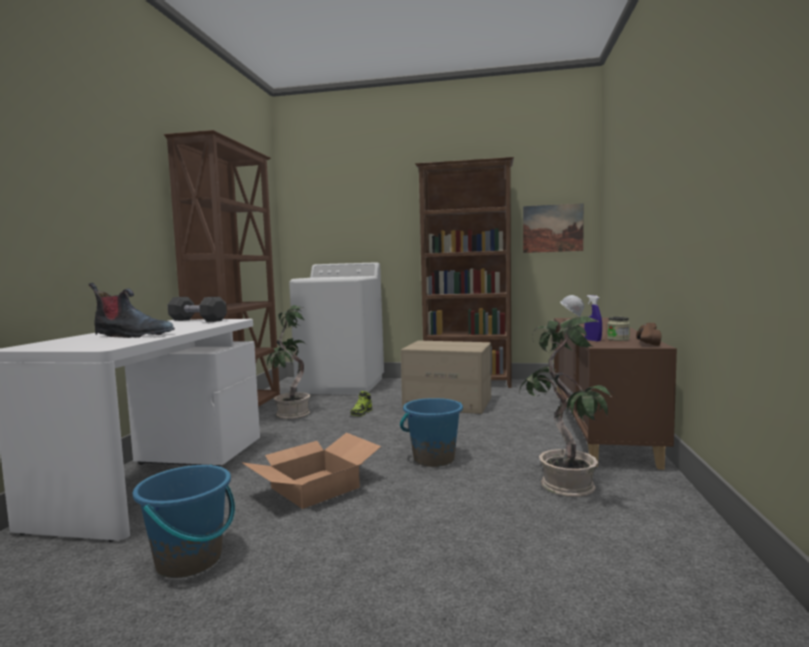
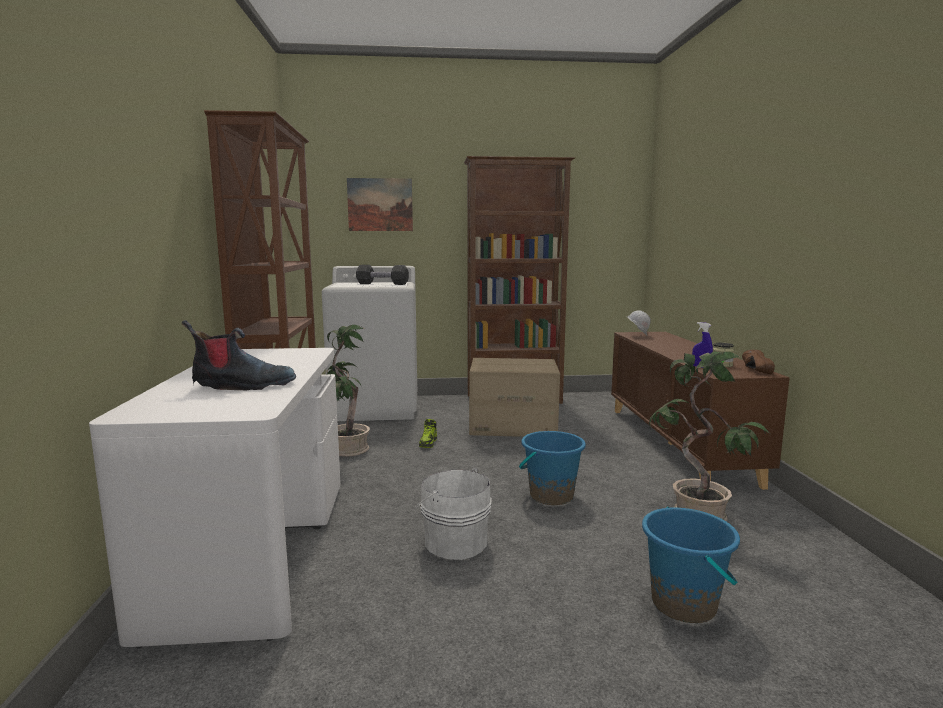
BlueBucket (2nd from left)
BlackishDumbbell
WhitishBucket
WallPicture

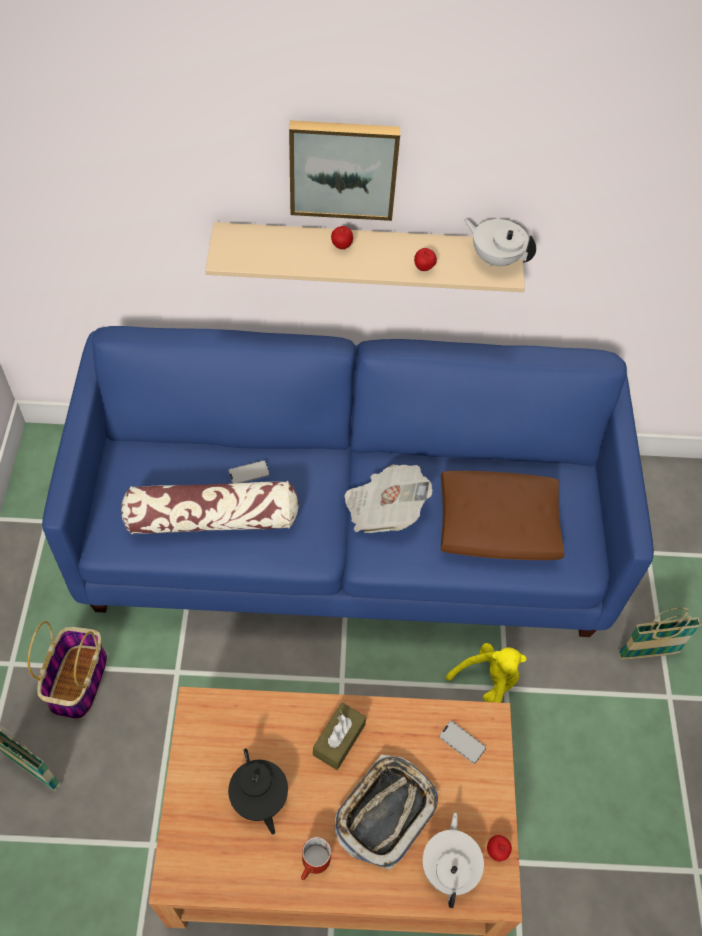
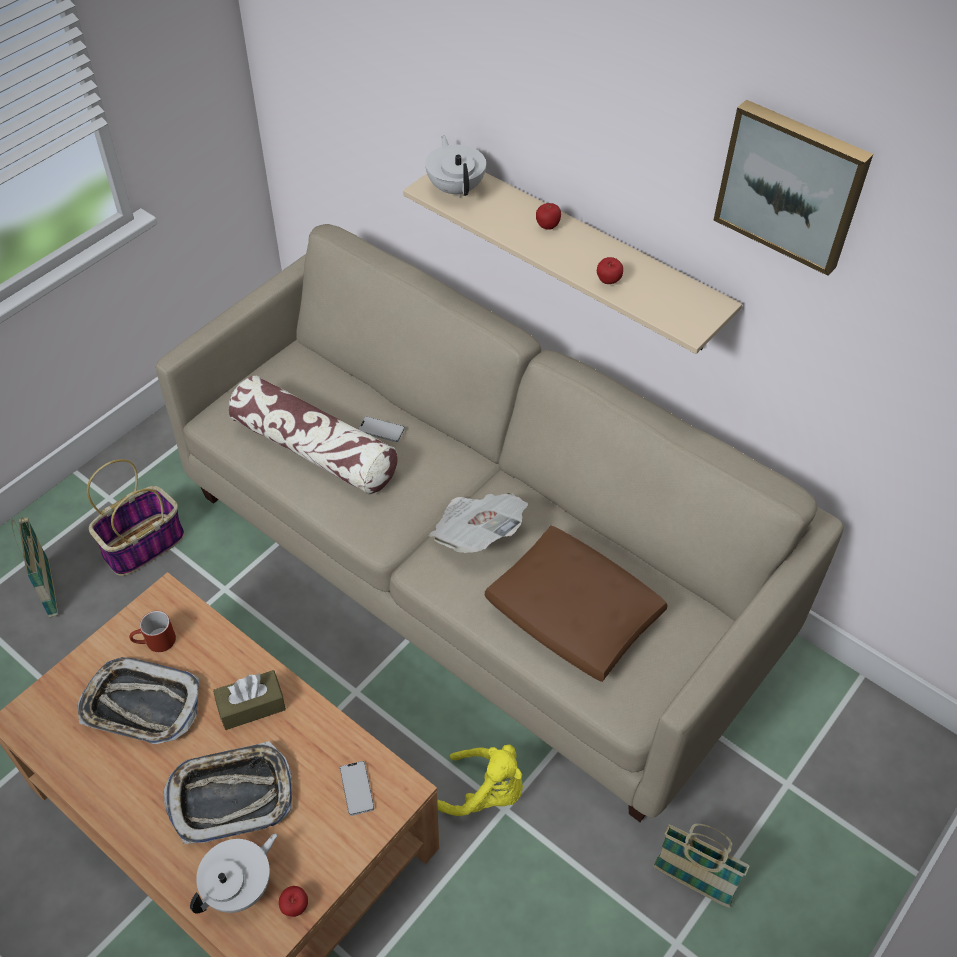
BeigeColouredSofa
Tray (1st from left)
WallPicture
RedColouredTeaMug
WhitishTeaPot (2nd from left)

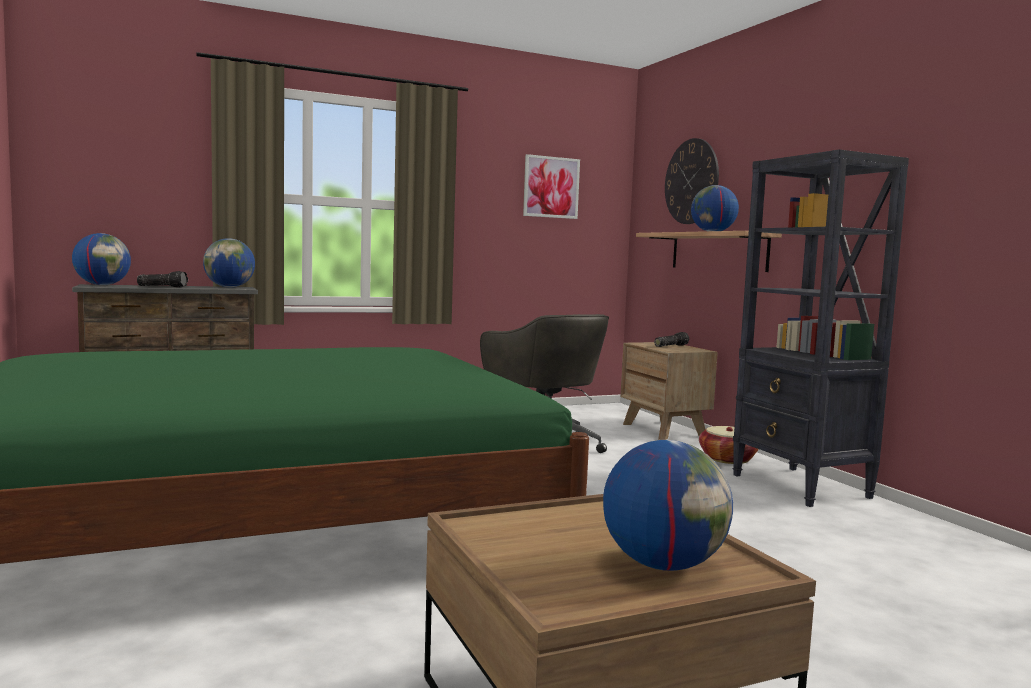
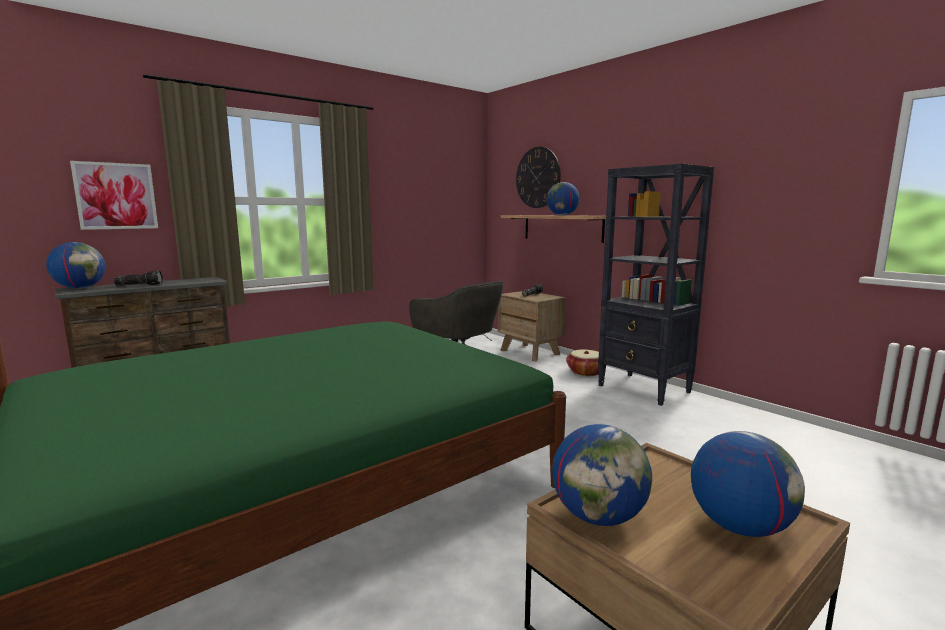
WorldGlobe (3rd from left)
WallPicture

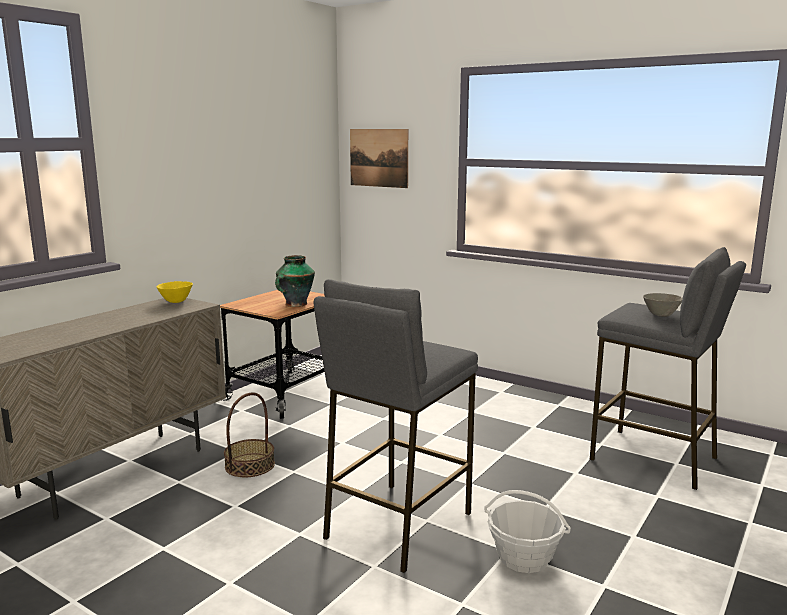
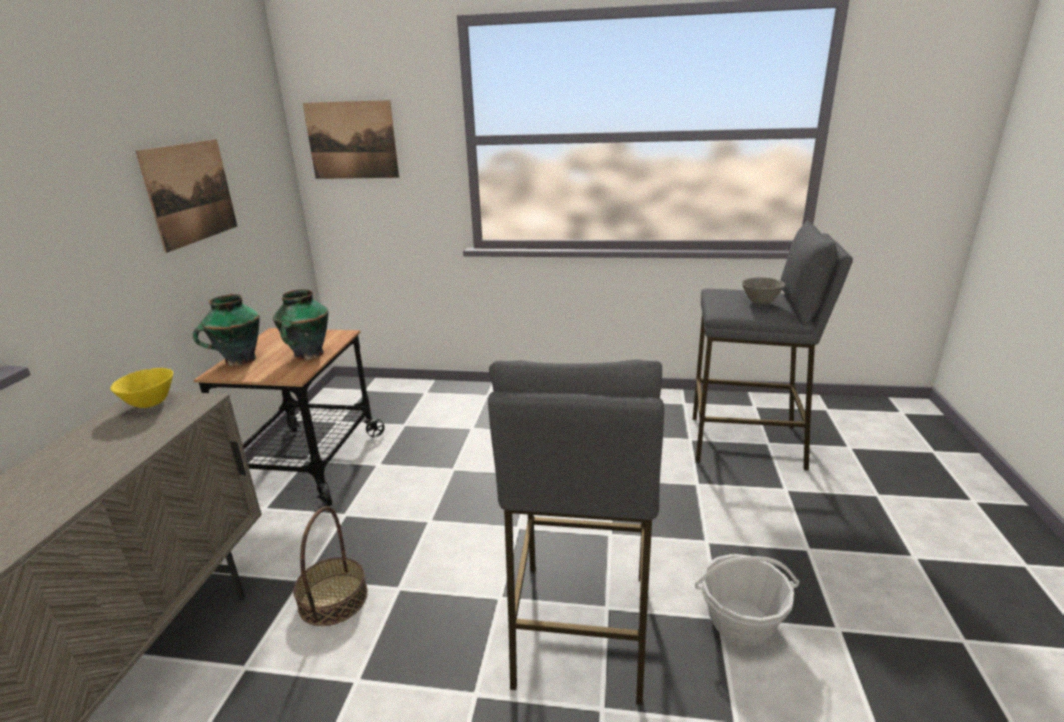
WallPicture (1st from left)
Vase (1st from left)

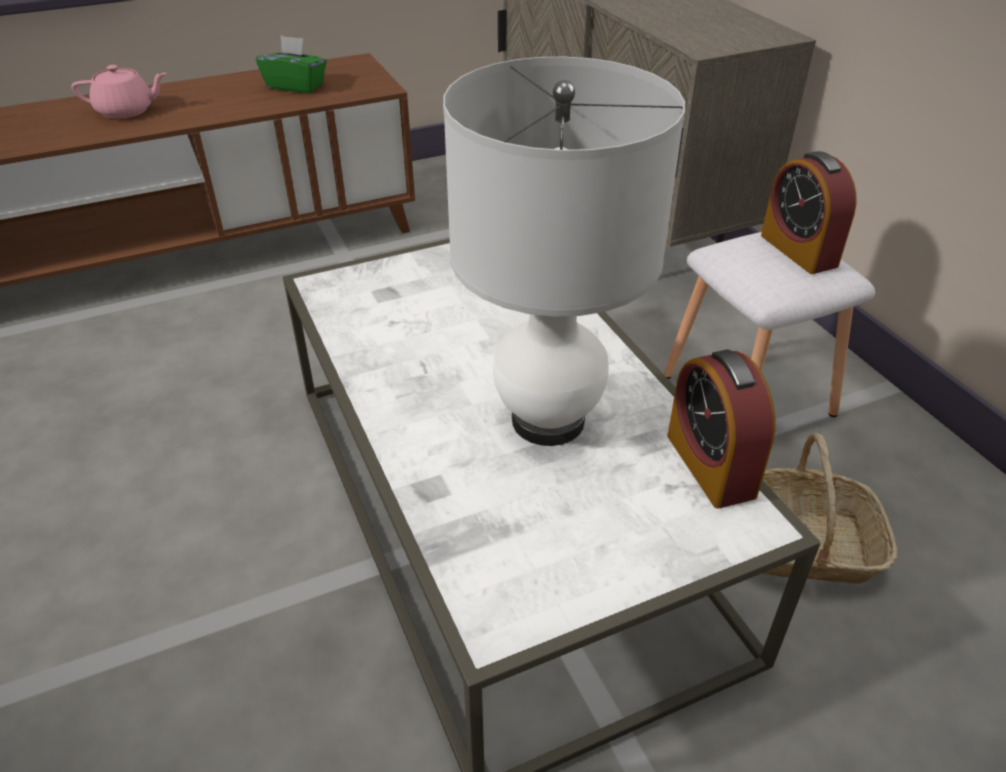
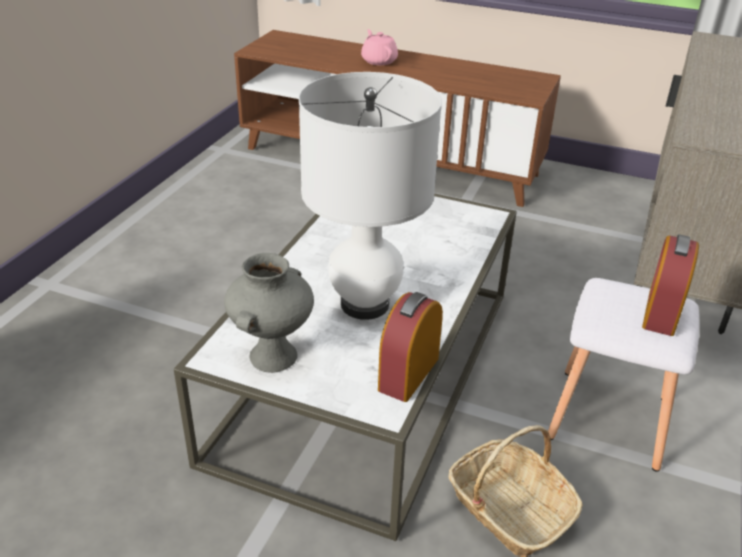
PinkishTeaPot
GreenColouredBoxOfTissues
GrayVase

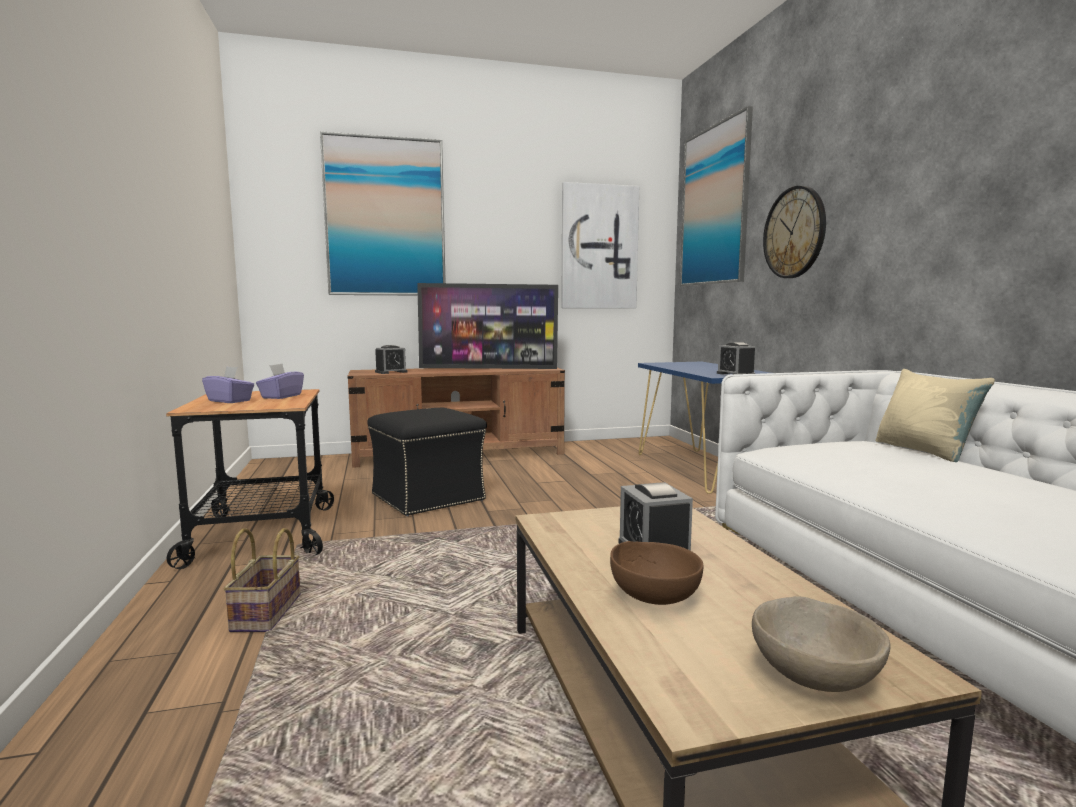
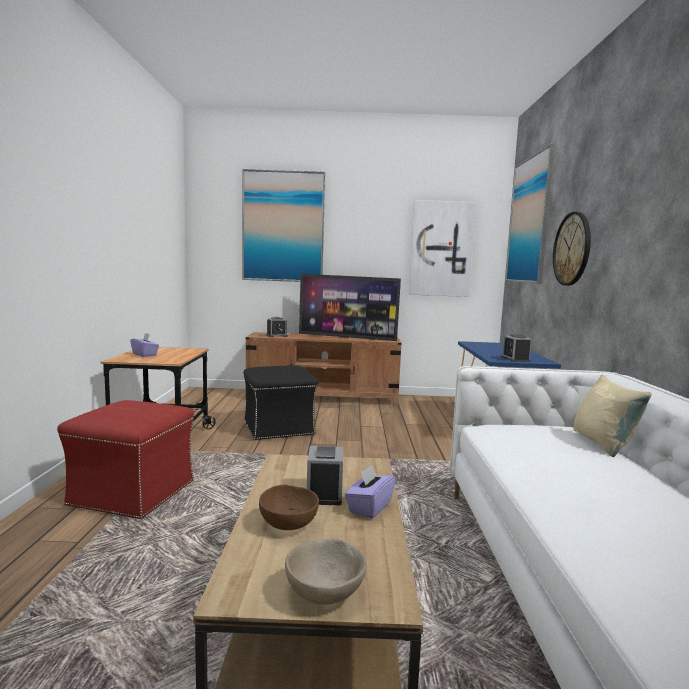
RedColouredFootrest
PurplishBoxOfTissues (2nd from left)

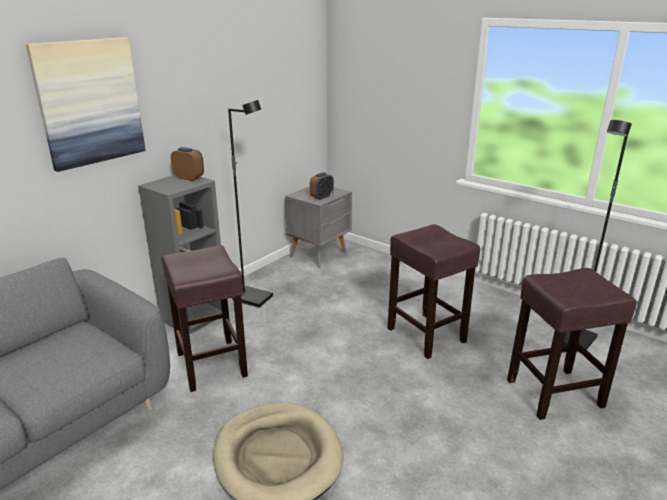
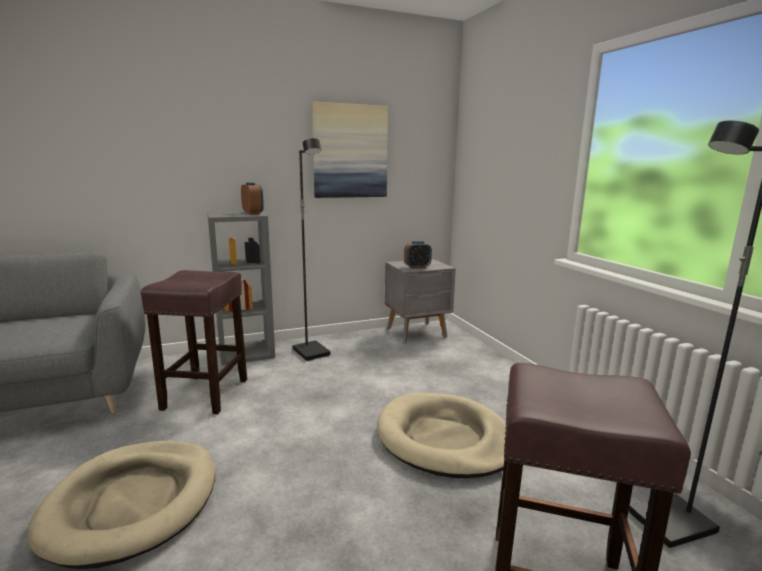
WallPicture
BeigeColouredDogCushion (2nd from left)

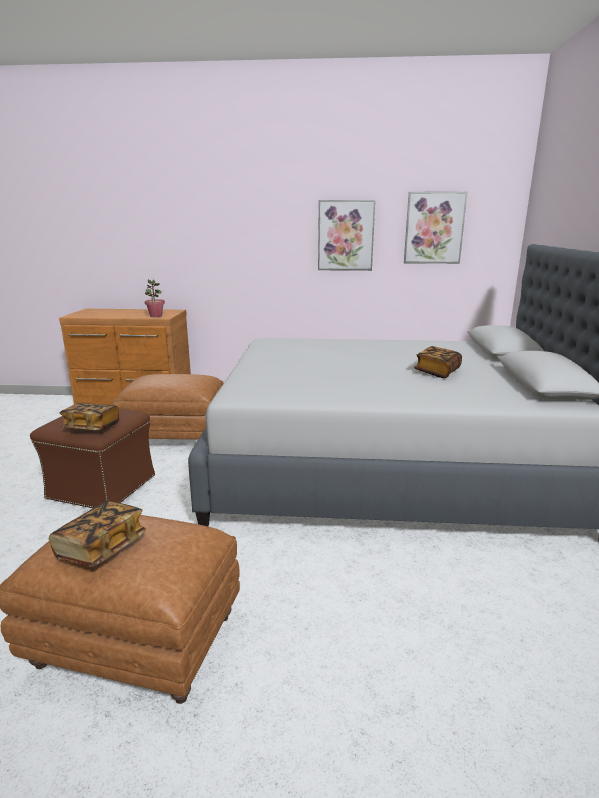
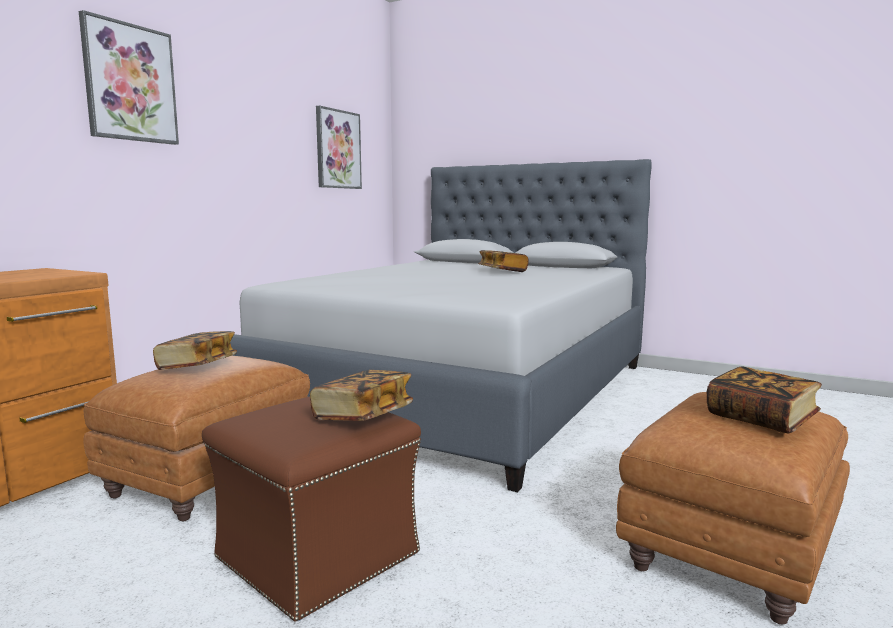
PlantInAPot
WallPicture (1st from left)
Volume (1st from left)

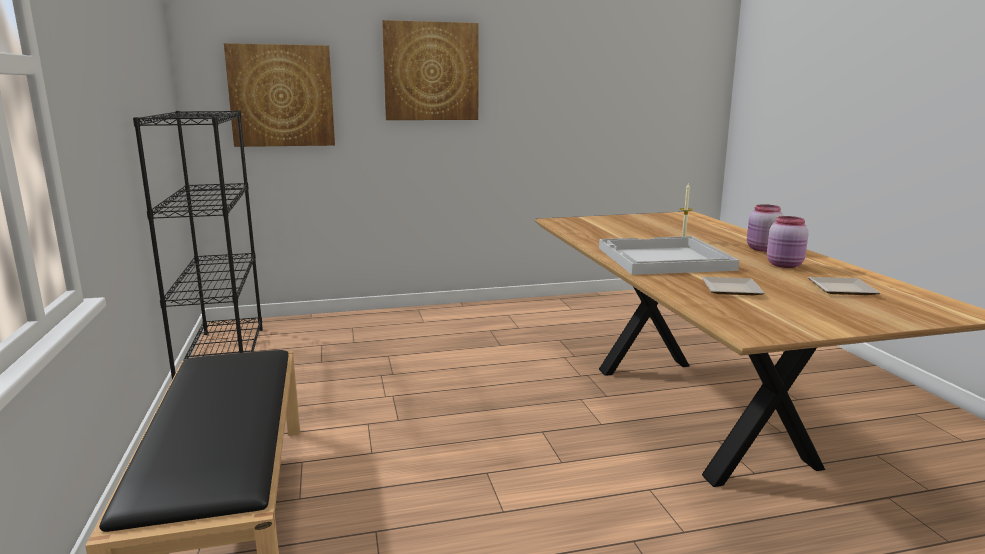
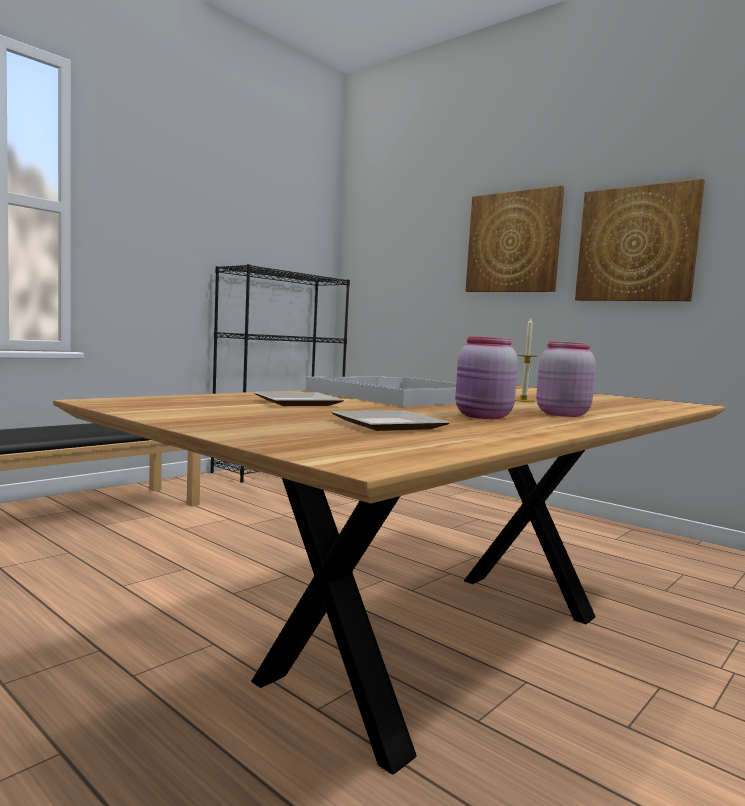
WallPicture (2nd from left)

